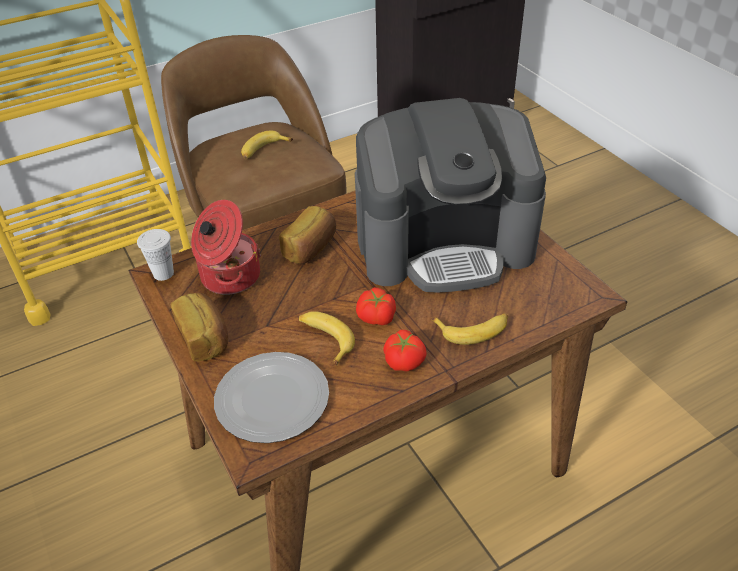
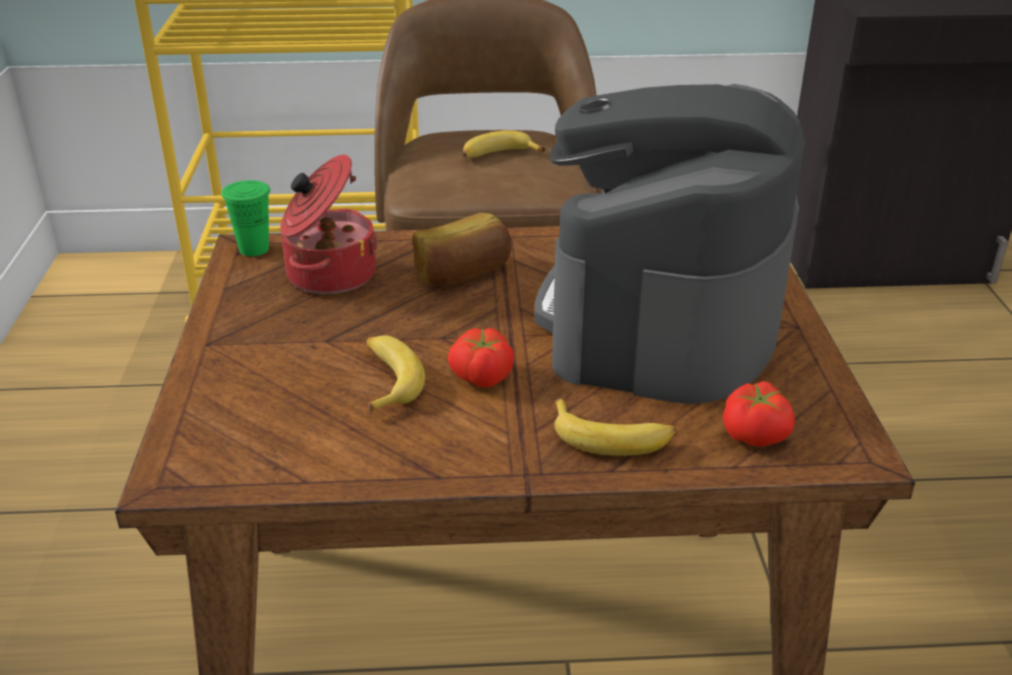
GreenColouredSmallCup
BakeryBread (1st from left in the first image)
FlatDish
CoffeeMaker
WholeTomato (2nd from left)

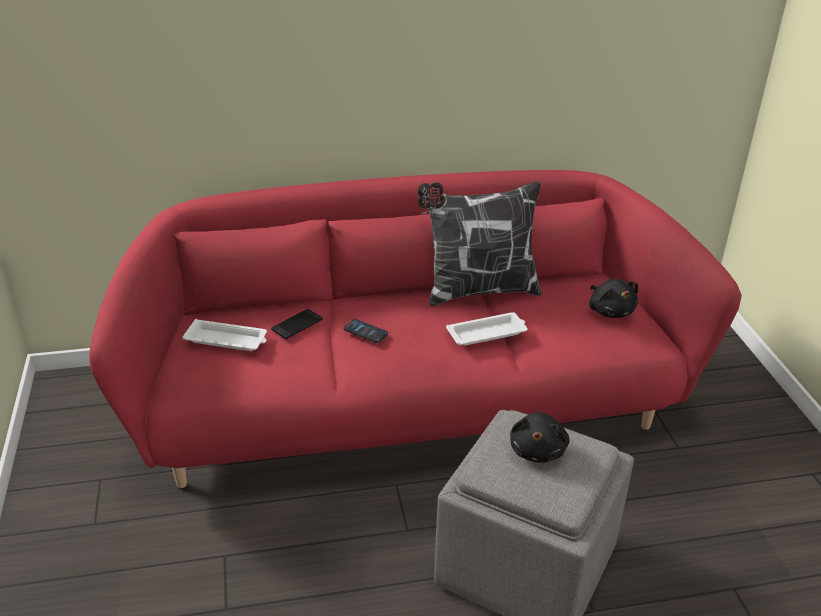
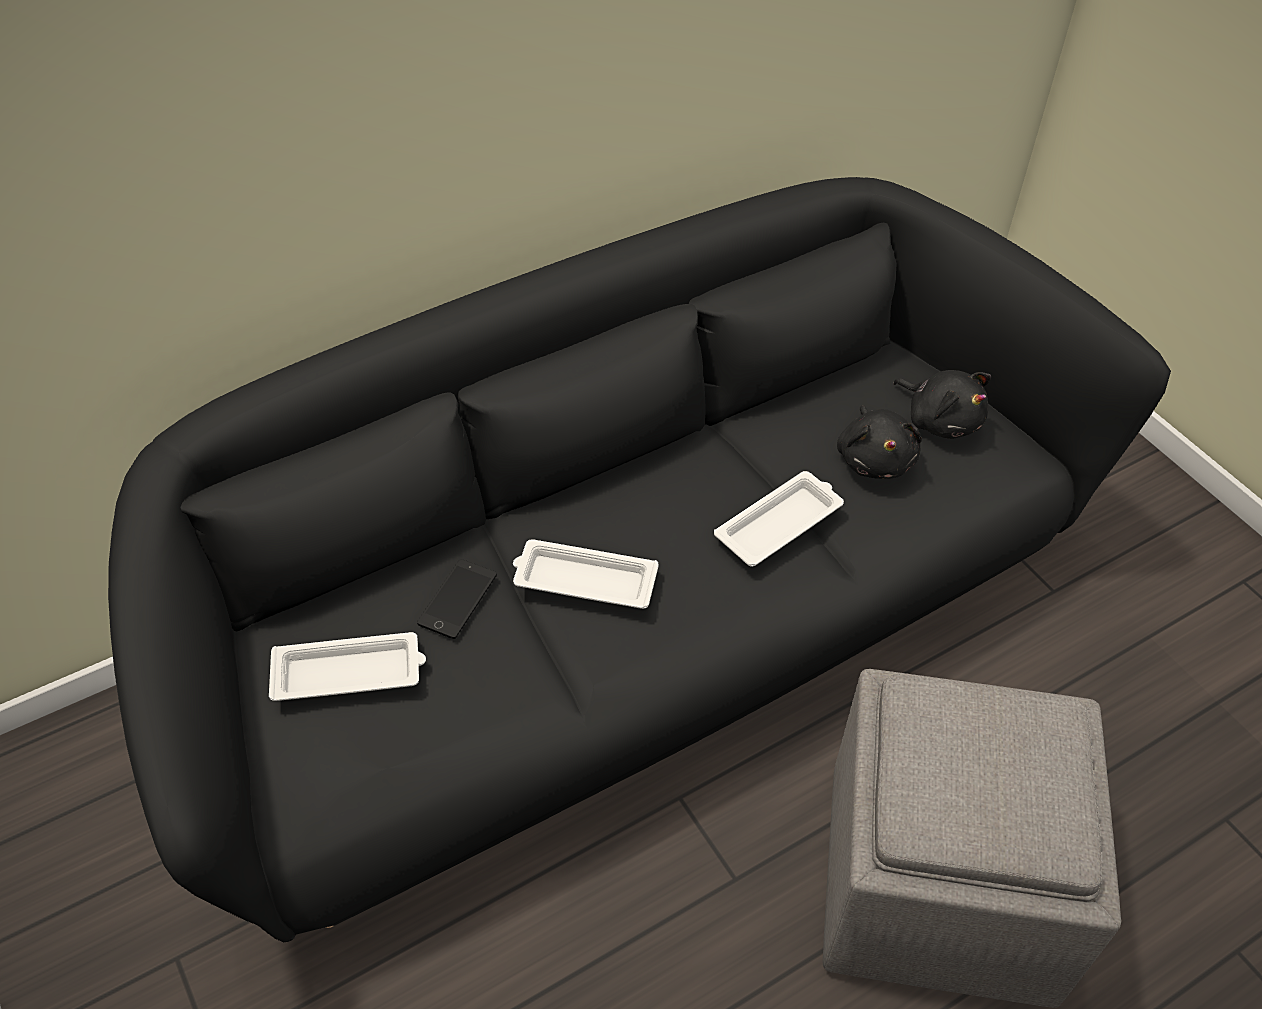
BlackishSofa
WhitishTray (2nd from left)
Pillow
BlackishSoftToy (1st from left)

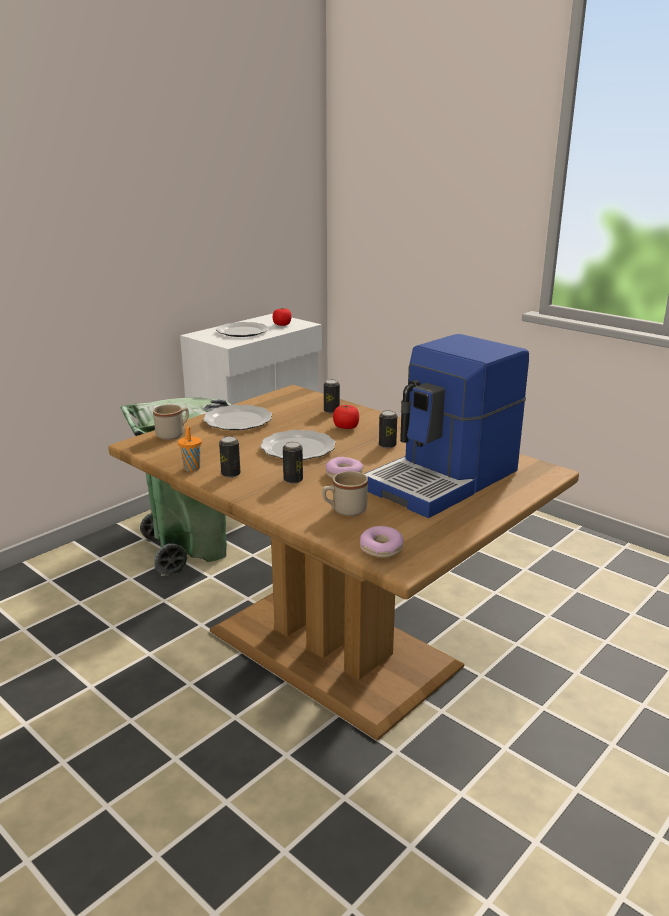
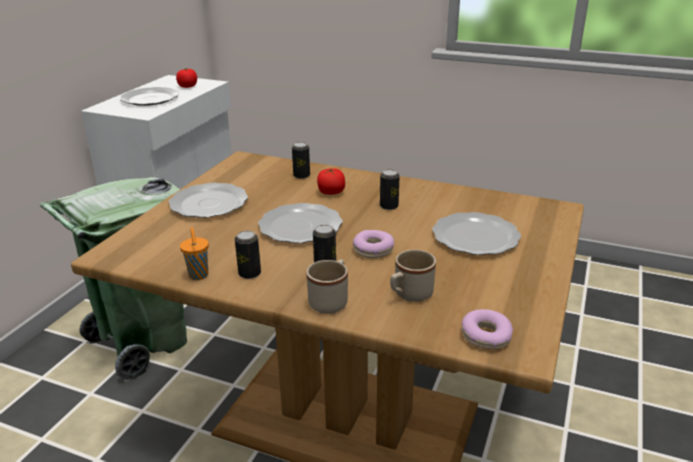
BeigeColouredTeaMug (1st from left)
FlatDish (4th from left)

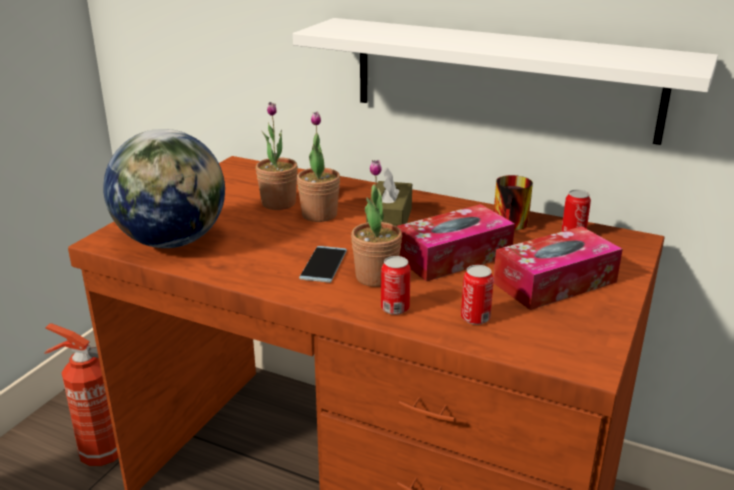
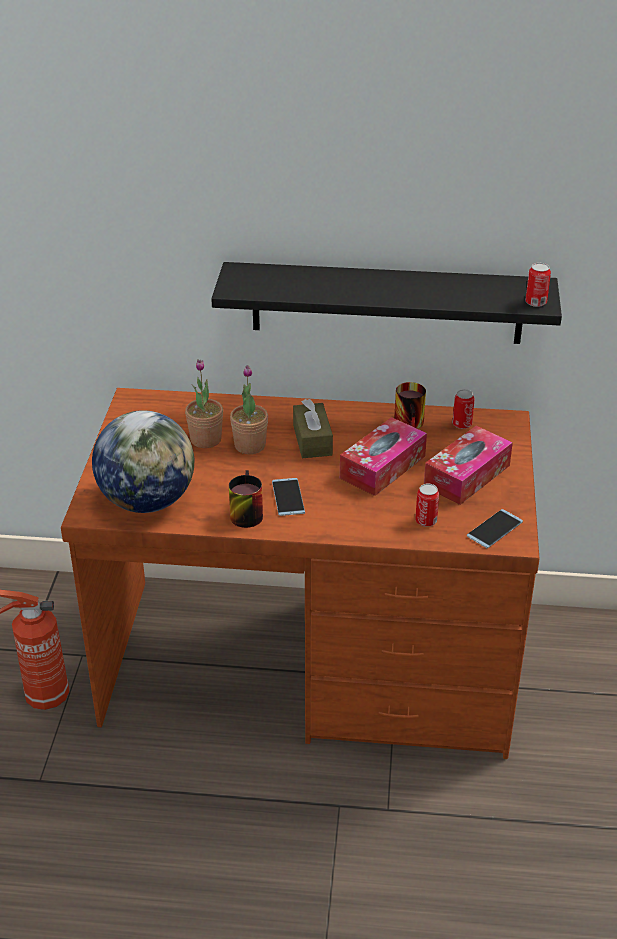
BlackishWallShelf
PlantInAPot (3rd from left in the first image)
MetalCan (3rd from left)
TeaMug (1st from left)
Handset (2nd from left)

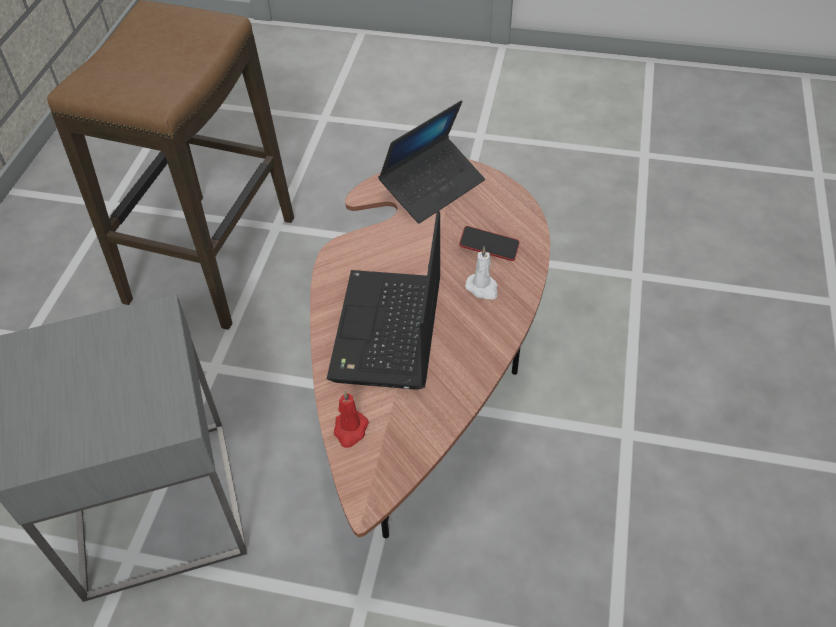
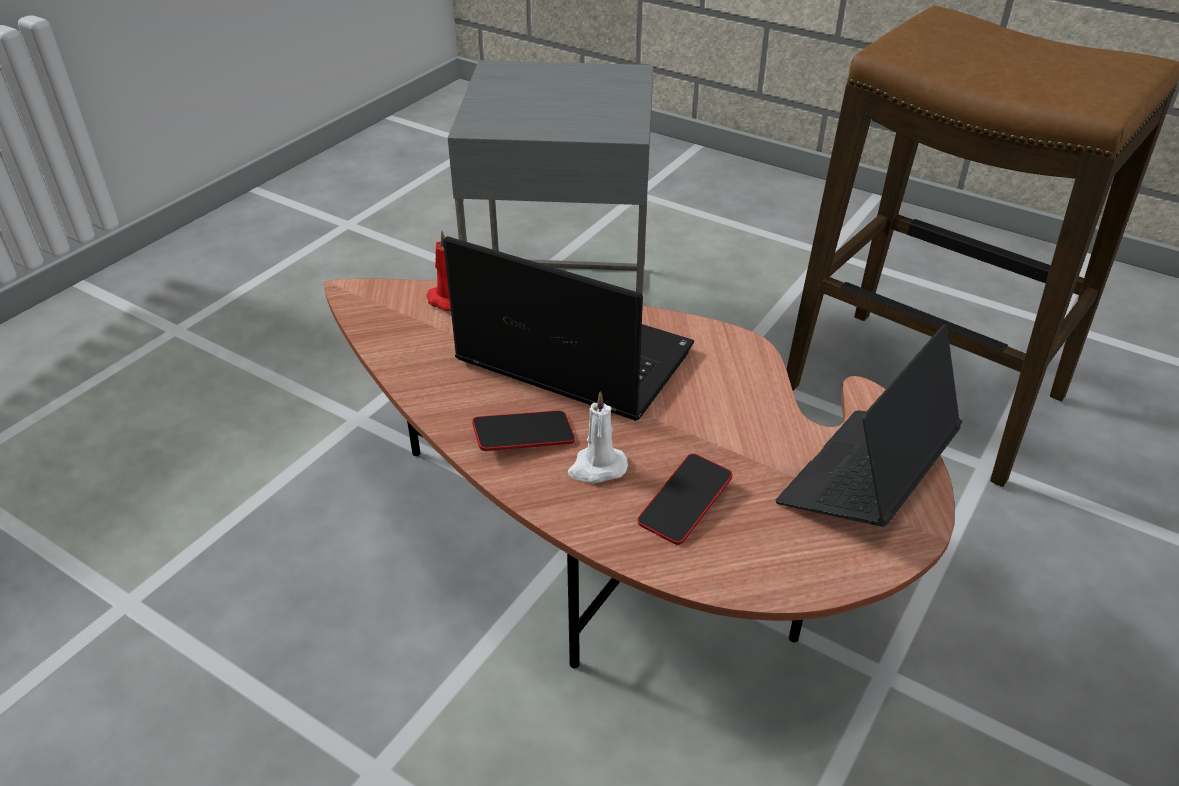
NotebookComputer (2nd from left)
Handset (1st from left)

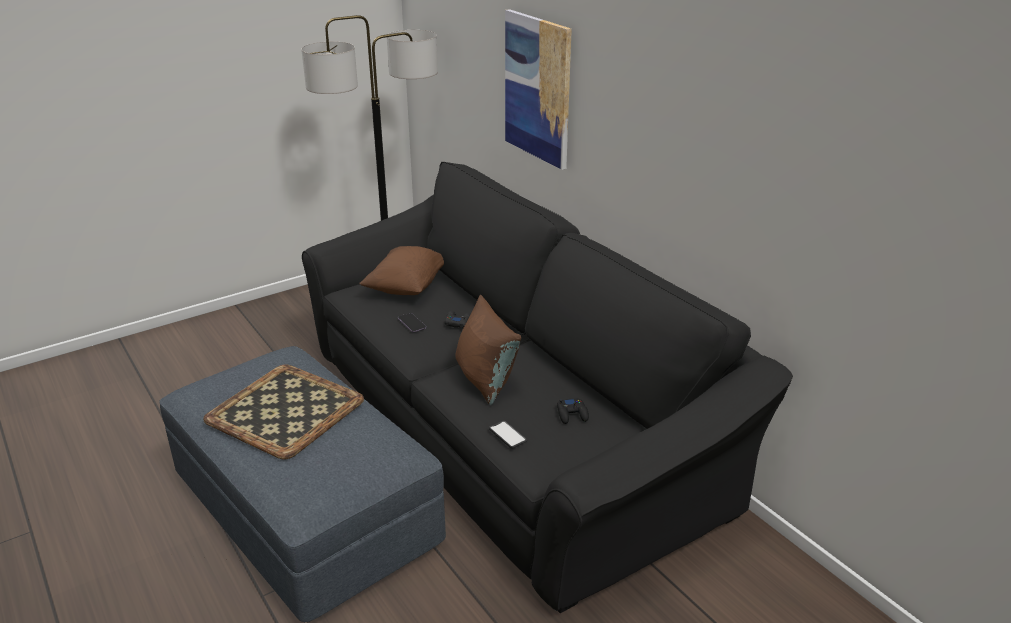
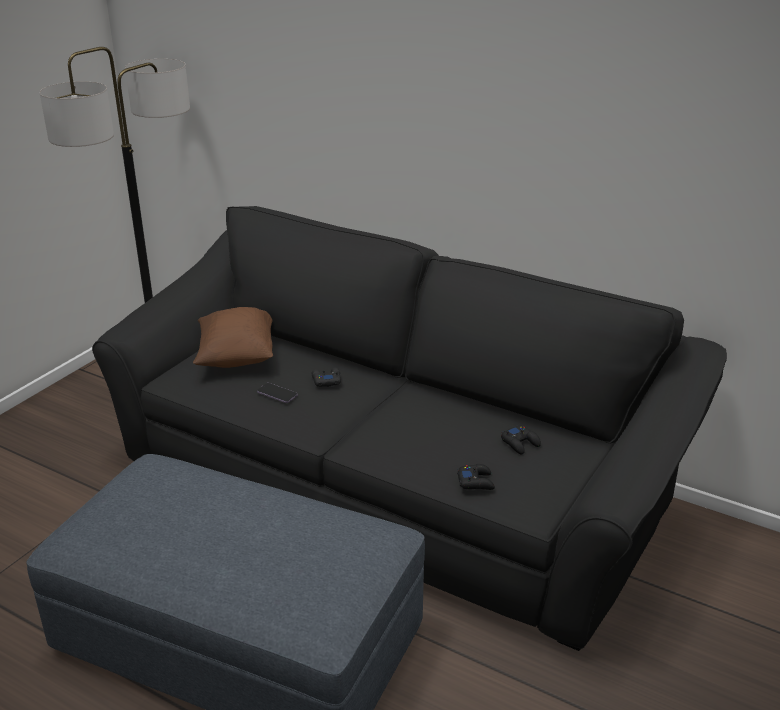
Tray
BrownColouredPillow (2nd from left in the first image)
BlackishGamepad (2nd from left)
WallPicture

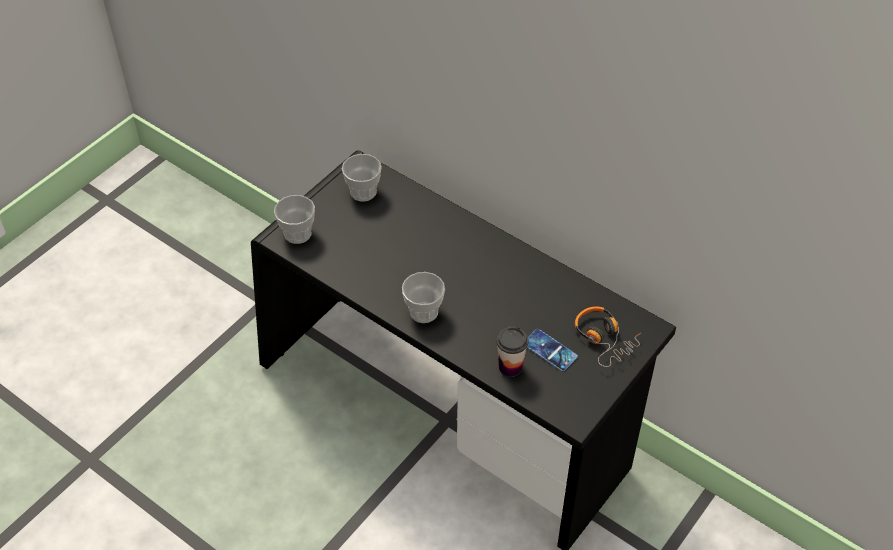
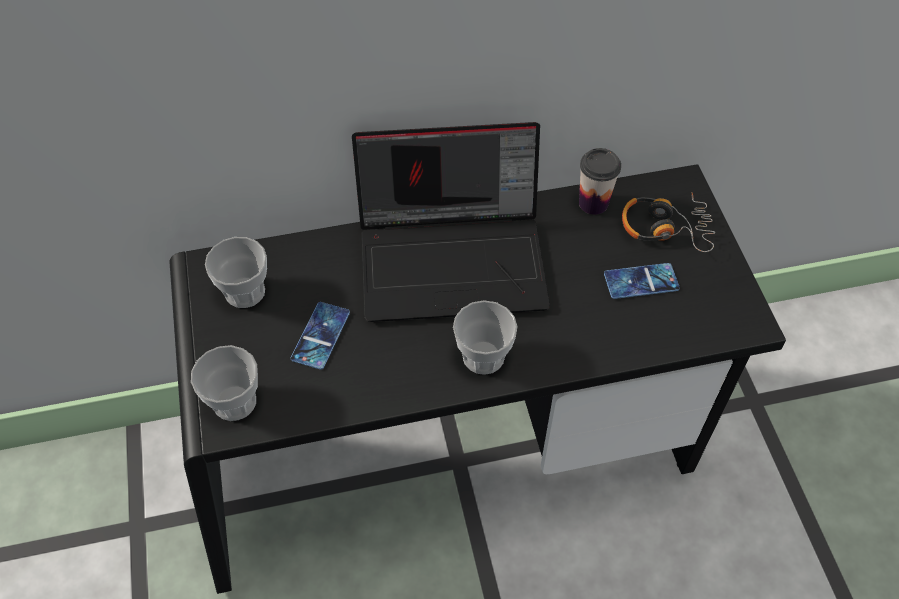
SmallCup (4th from left)
Handset (1st from left)
NotebookComputer

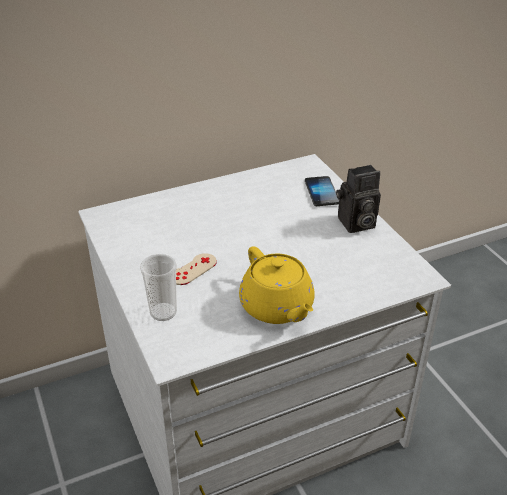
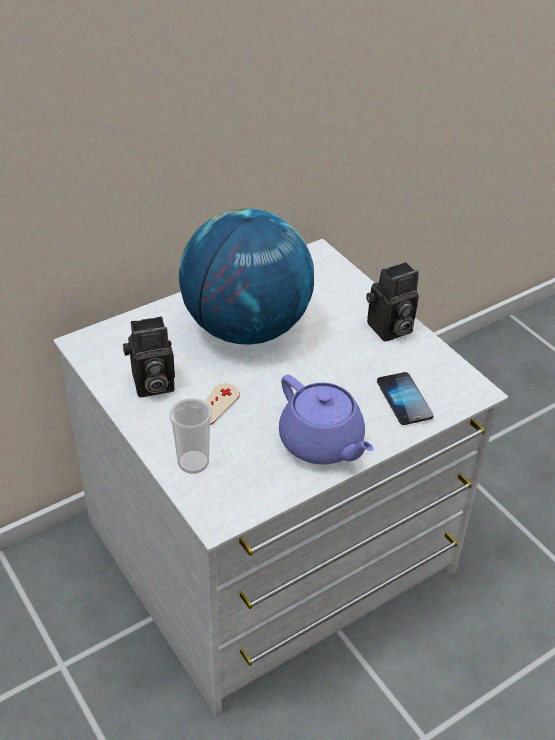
PurplishTeaPot
Handset
PhotoCamera (1st from left)
WorldGlobe

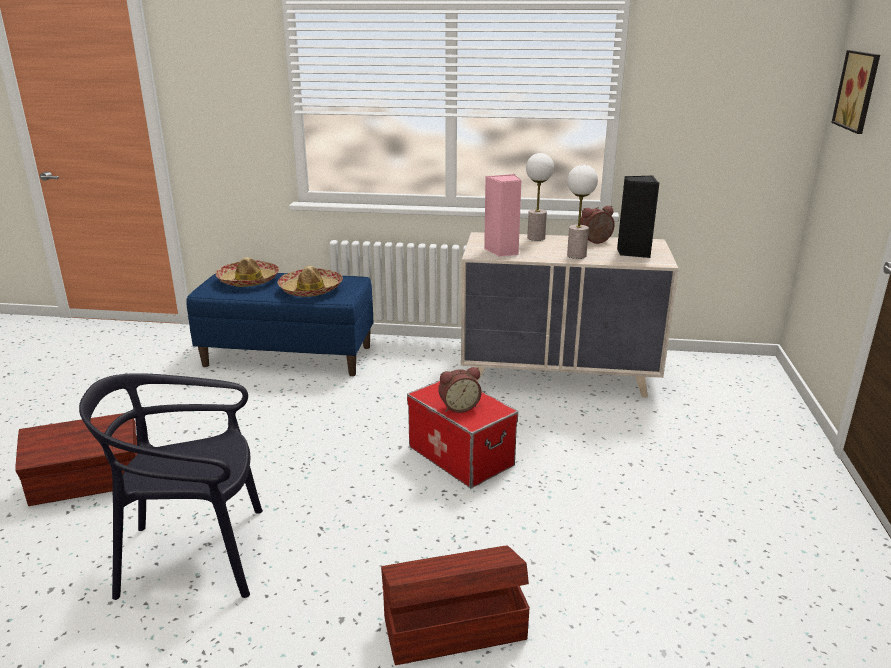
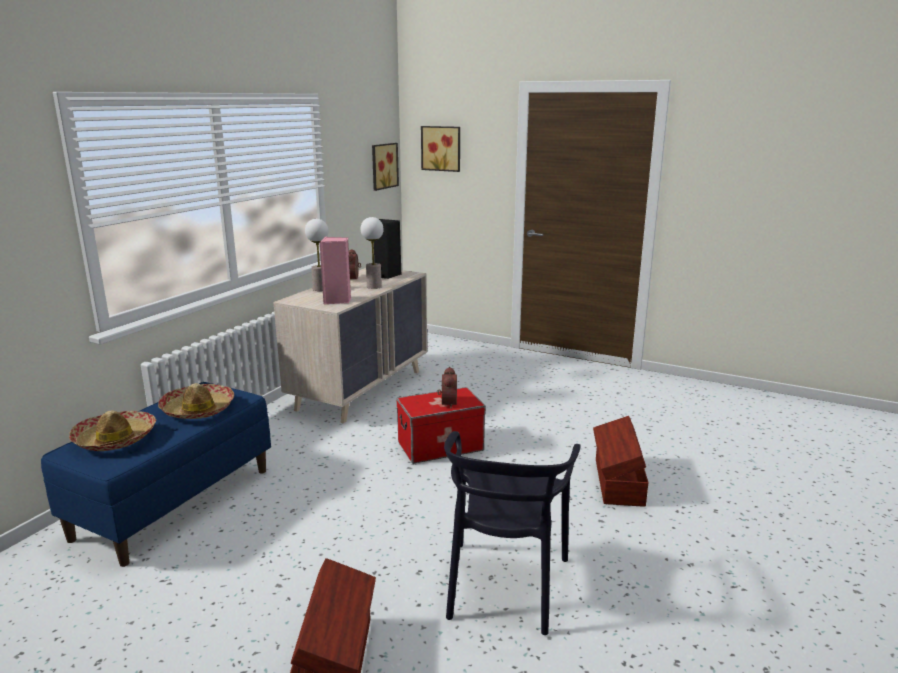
WallPicture (1st from left)

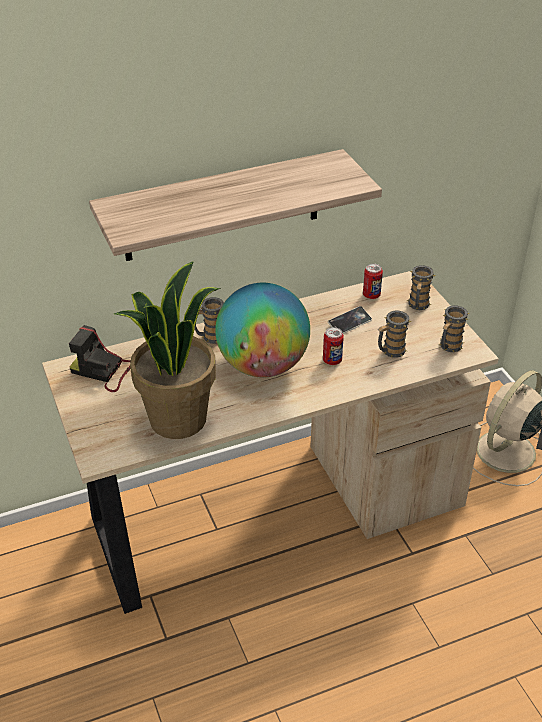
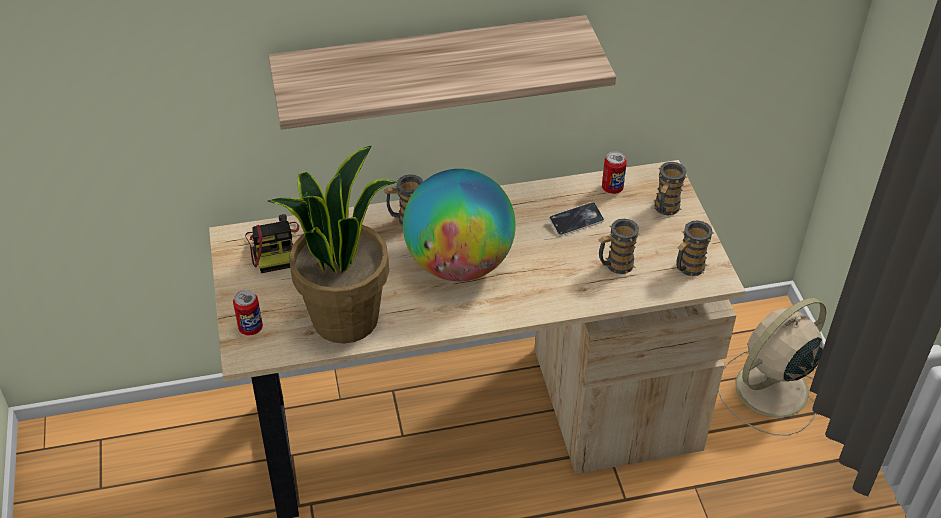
PhotoCamera
MetalCan (1st from left)

